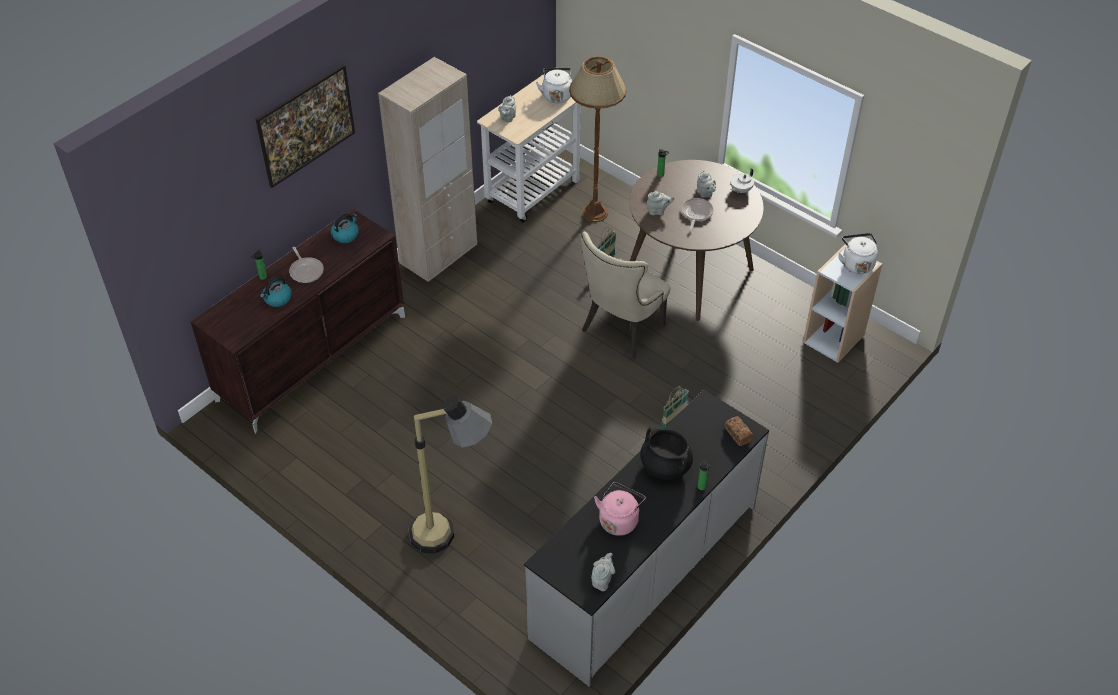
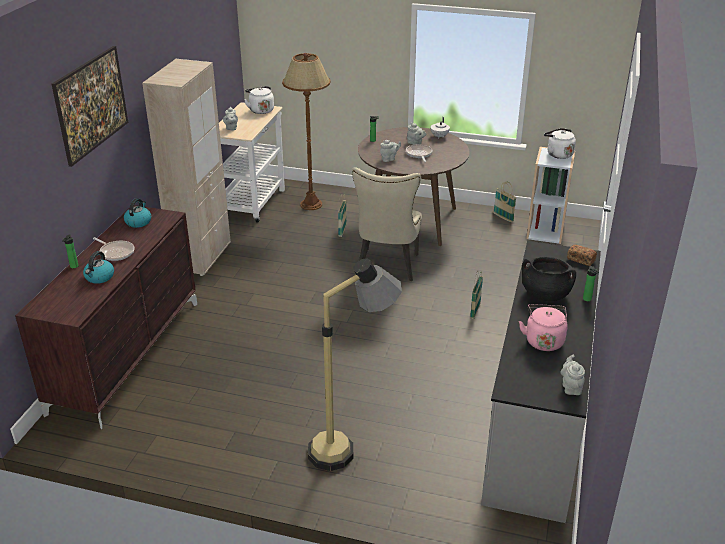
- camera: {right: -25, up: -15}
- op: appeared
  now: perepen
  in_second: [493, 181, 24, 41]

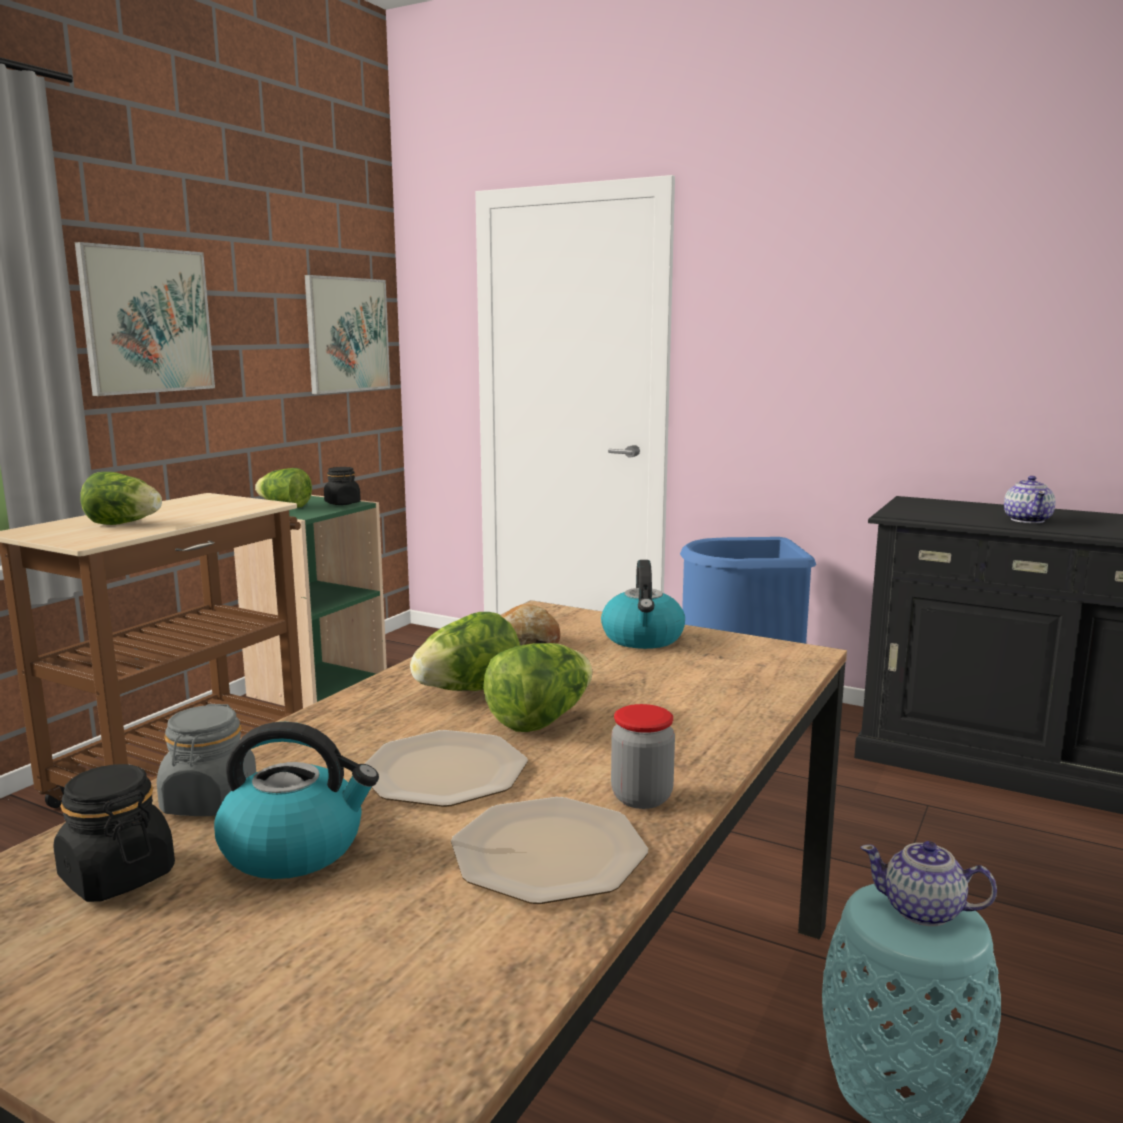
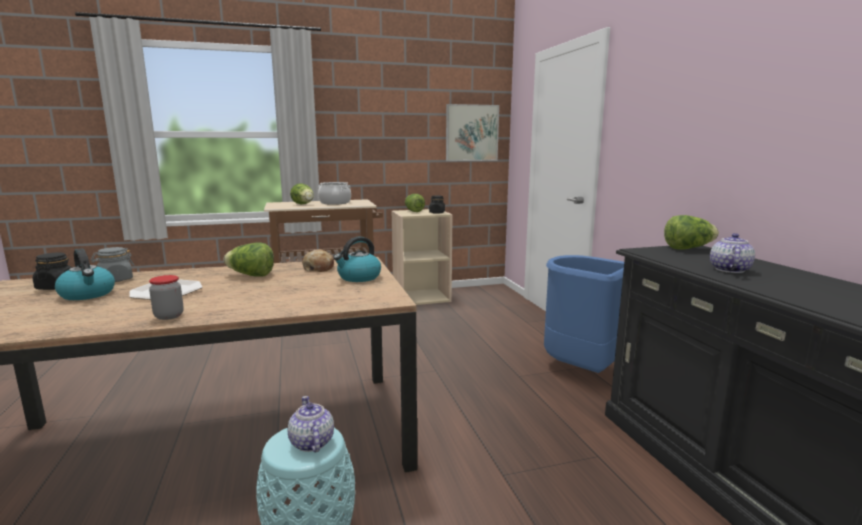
- camera: {right: 45, up: 0}
- op: missing
  was: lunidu
  in_first: [75, 242, 140, 154]
- op: spun
  was: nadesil
  in_first: [1004, 476, 51, 47]
  in_second: [710, 233, 45, 40]
  clockwise: 150
- op: colour
  was: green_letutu
  now: beige_letutu
  in_first: [234, 495, 153, 213]
  in_second: [392, 209, 61, 96]
- op: relocated
  was: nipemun
  in_first: [483, 643, 110, 89]
  in_second: [664, 215, 55, 35]
- op: missing
  was: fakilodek
  in_first: [451, 797, 197, 107]
- op: appeared
  now: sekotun
  in_second: [318, 182, 33, 23]

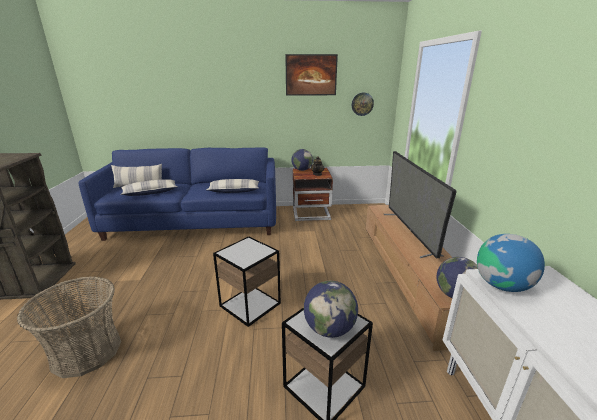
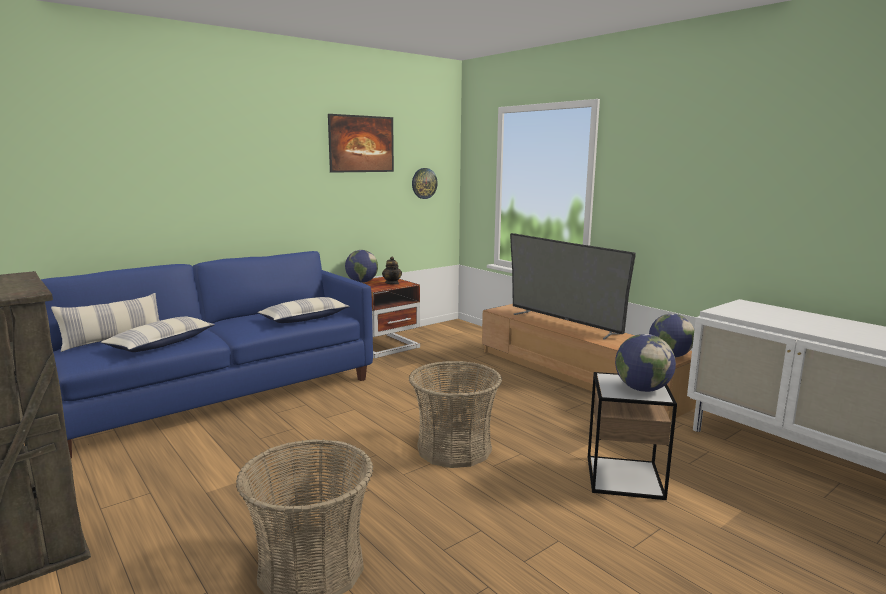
- camera: {right: -35, up: -10}
- op: missing
  was: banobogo
  in_first: [477, 234, 68, 58]
- op: exchanged
  was: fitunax
  now: perepen
  in_first: [213, 236, 68, 91]
  in_second: [409, 361, 93, 107]

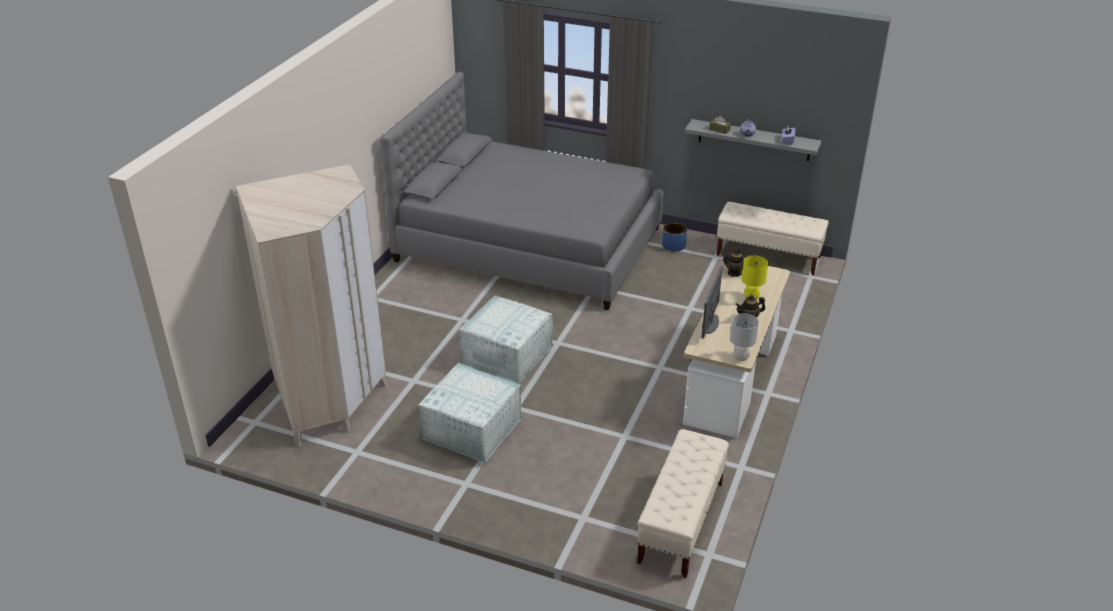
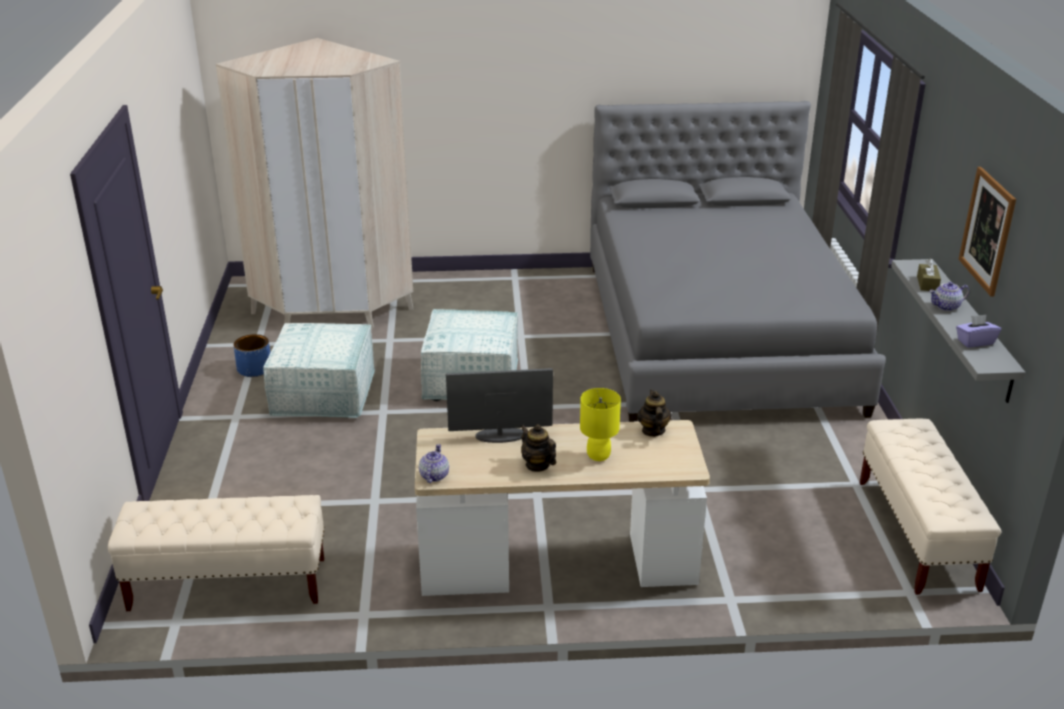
- camera: {right: 65, up: -5}
- op: relocated
  was: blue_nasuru
  in_first: [662, 222, 25, 30]
  in_second: [233, 334, 38, 43]
- op: exchanged
  was: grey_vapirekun
  now: nadesil
  in_first: [730, 313, 29, 48]
  in_second: [419, 444, 30, 39]
- op: appeared
  now: lunidu
  in_second: [959, 167, 57, 130]

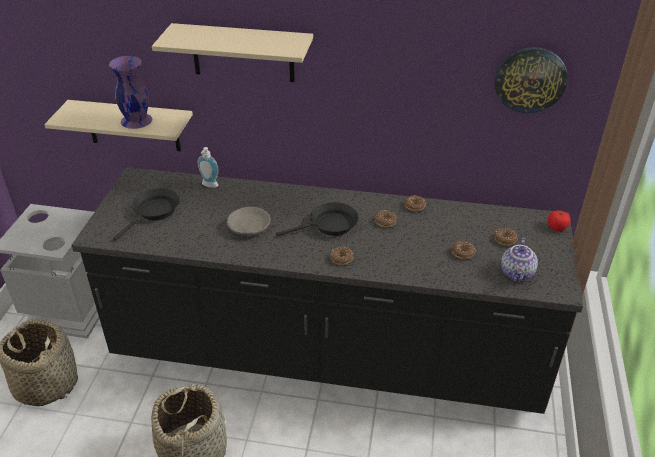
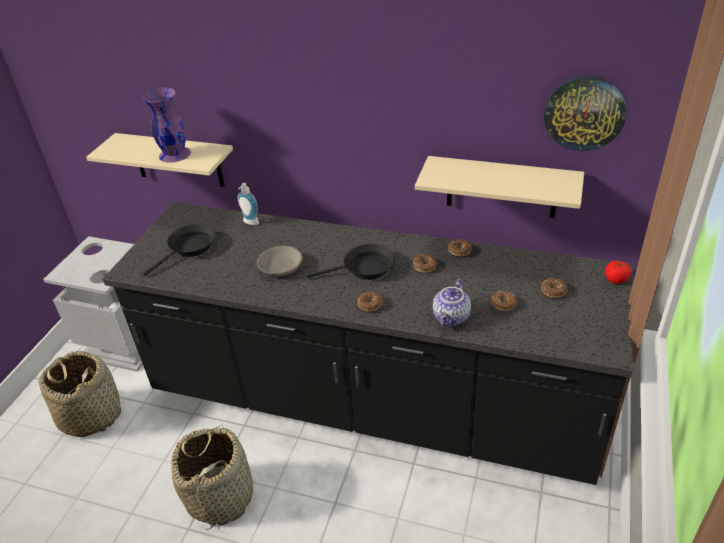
- camera: {right: 10, up: 0}
- op: relocated
  was: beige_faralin
  in_first: [152, 23, 161, 59]
  in_second: [415, 156, 169, 62]
- op: relocated
  was: nadesil
  in_first: [501, 237, 37, 45]
  in_second: [433, 279, 38, 48]

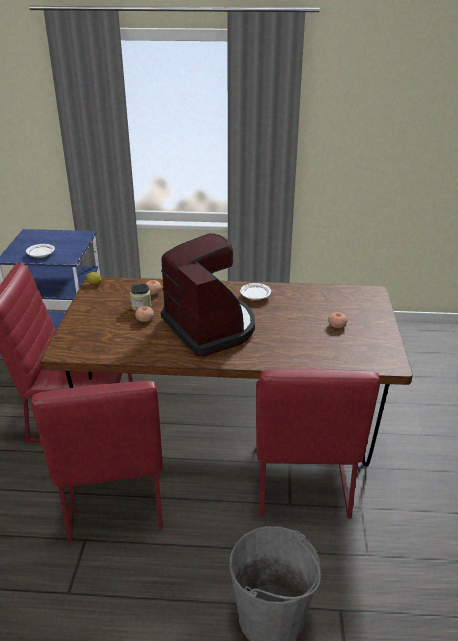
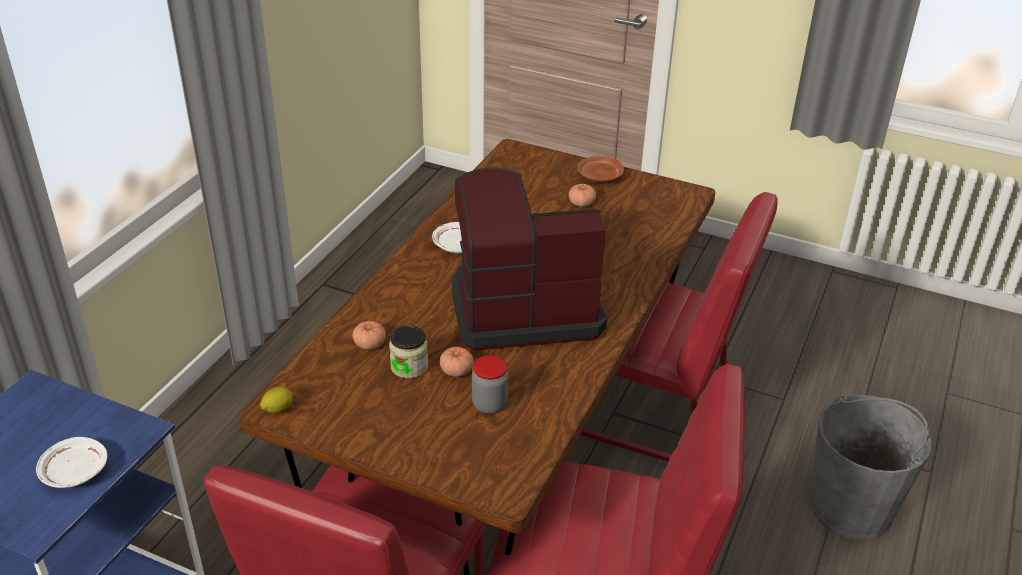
- camera: {right: -70, up: 5}
- op: appeared
  now: brown_fakilodek
  in_second: [577, 156, 47, 26]
- op: appeared
  now: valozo
  in_second: [472, 355, 36, 59]

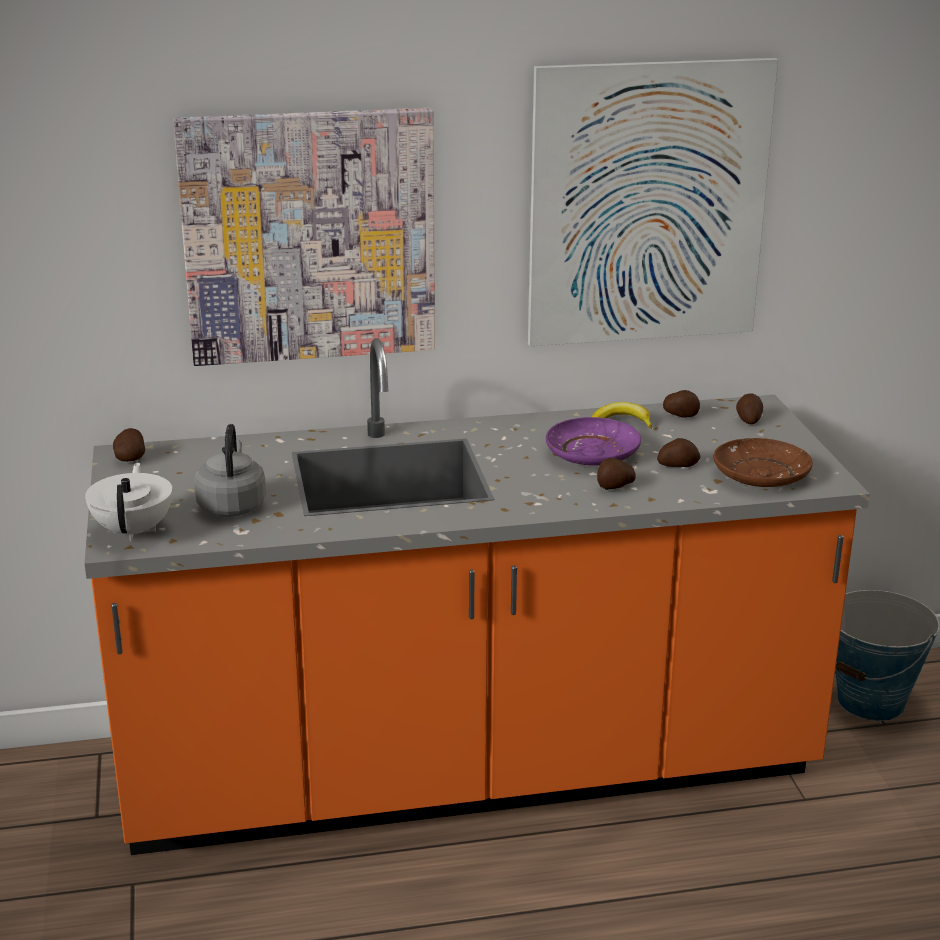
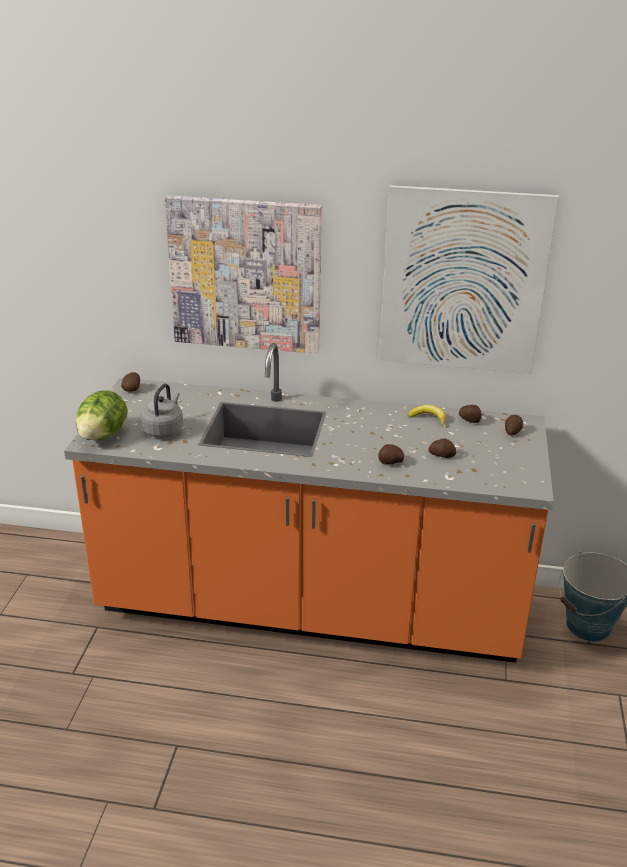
- camera: {right: 20, up: 5}
- op: missing
  was: purple_fakilodek
  in_first: [546, 417, 95, 49]
- op: missing
  was: brown_fakilodek
  in_first: [714, 438, 99, 49]
- op: exchanged
  was: white_nadesil
  now: nipemun
  in_first: [85, 463, 88, 78]
  in_second: [76, 390, 52, 50]

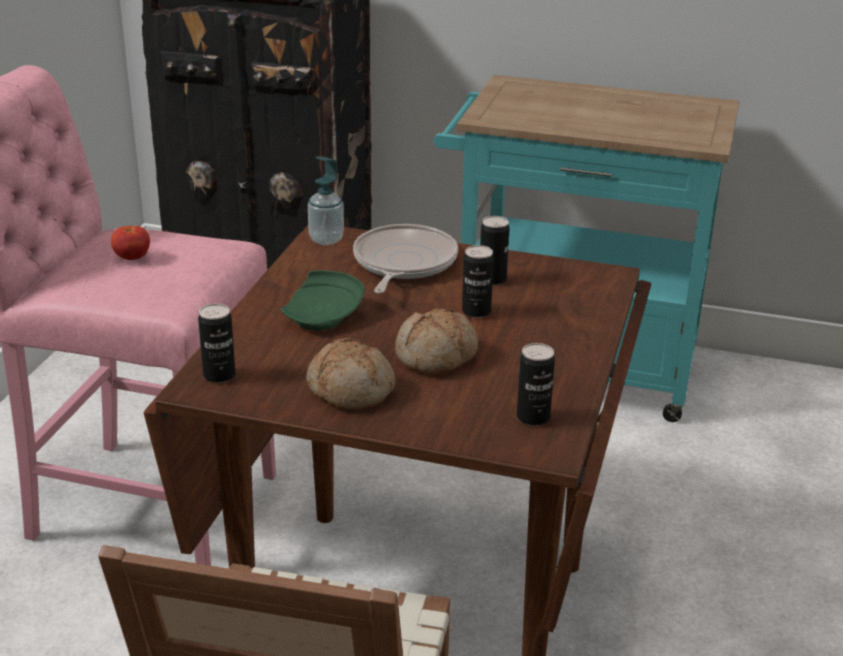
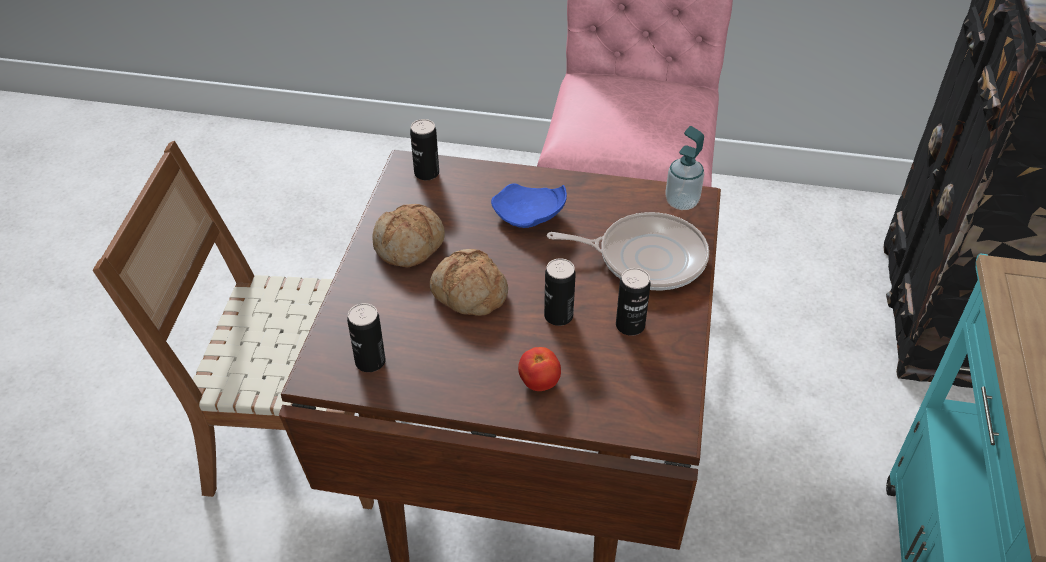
- camera: {right: 85, up: 15}
- op: relocated
  was: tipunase
  in_first: [111, 226, 39, 34]
  in_second: [518, 347, 43, 44]
- op: colour
  was: green_fakilodek
  now: blue_fakilodek
  in_first: [281, 270, 84, 61]
  in_second: [491, 183, 76, 45]

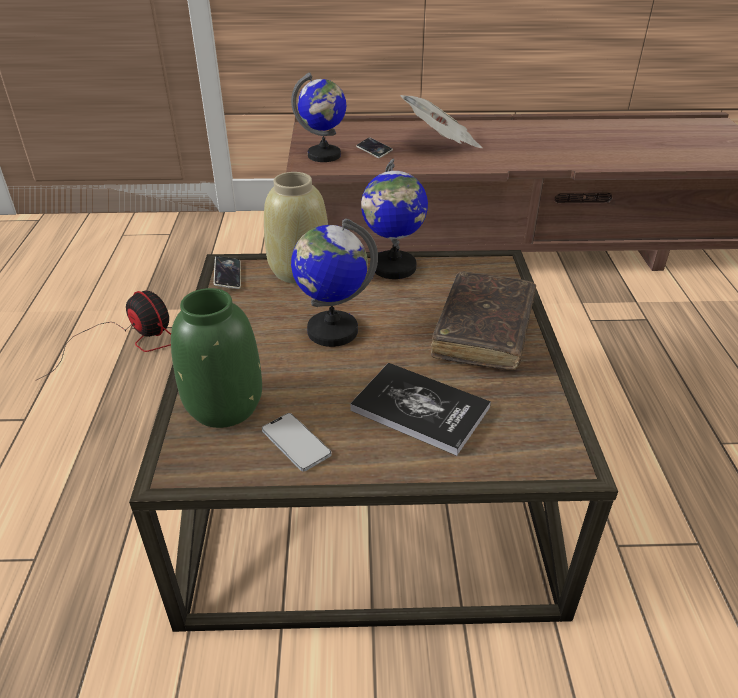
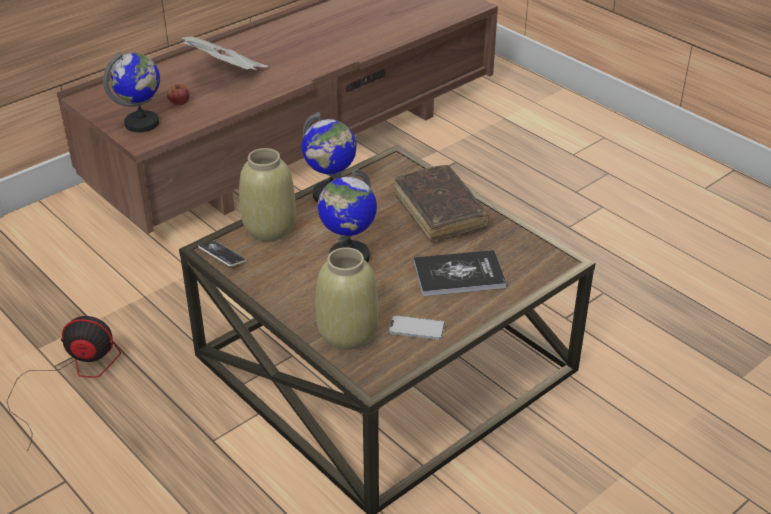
- camera: {right: -40, up: 0}
- op: exchanged
  was: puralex
  now: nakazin
  in_first: [356, 137, 37, 21]
  in_second: [167, 84, 23, 21]
- op: colour
  was: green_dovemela
  now: beige_dovemela
  in_first: [171, 288, 91, 140]
  in_second: [316, 247, 62, 103]

